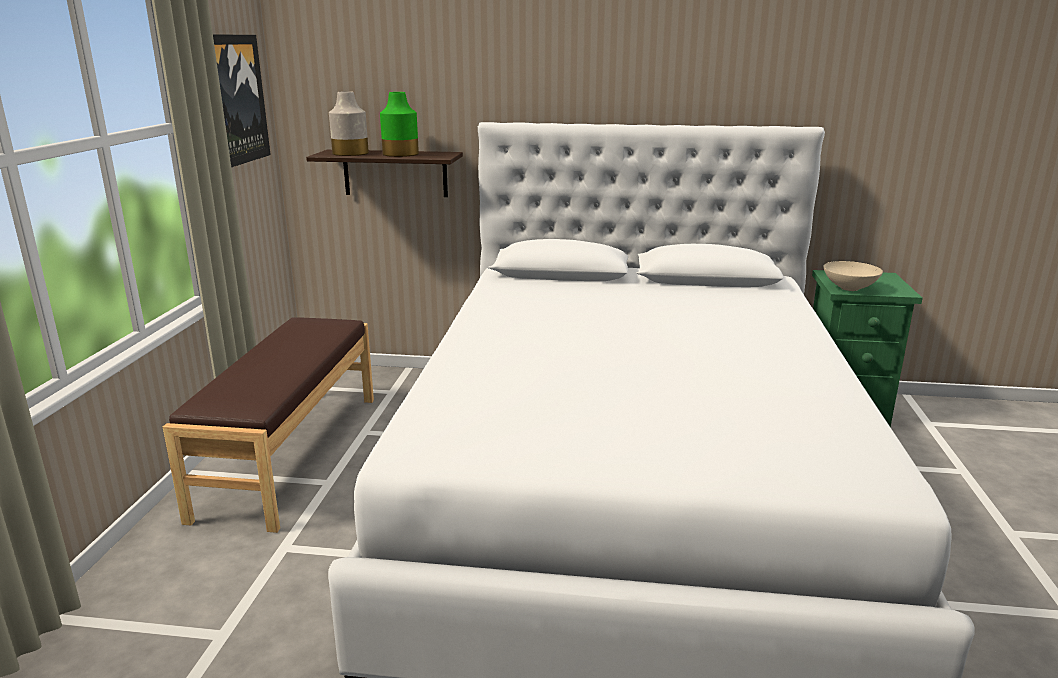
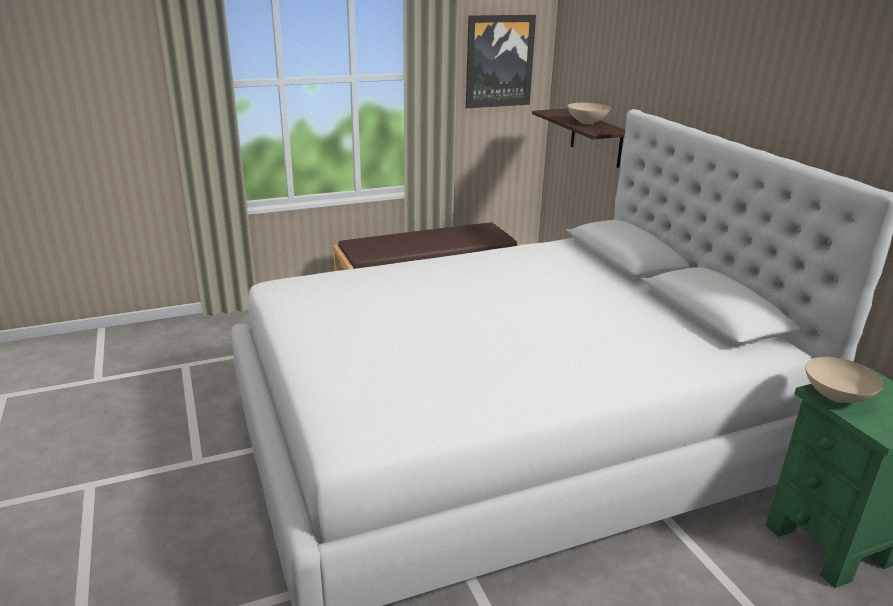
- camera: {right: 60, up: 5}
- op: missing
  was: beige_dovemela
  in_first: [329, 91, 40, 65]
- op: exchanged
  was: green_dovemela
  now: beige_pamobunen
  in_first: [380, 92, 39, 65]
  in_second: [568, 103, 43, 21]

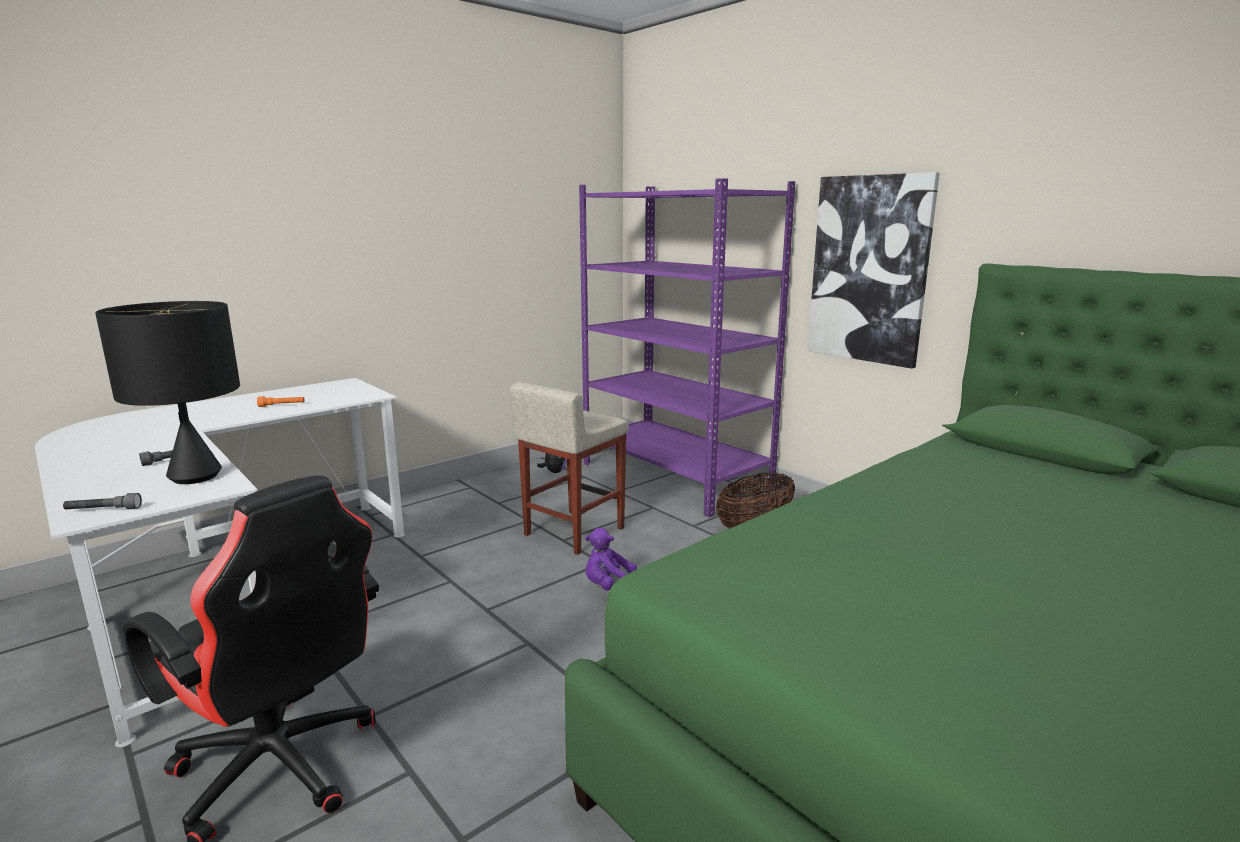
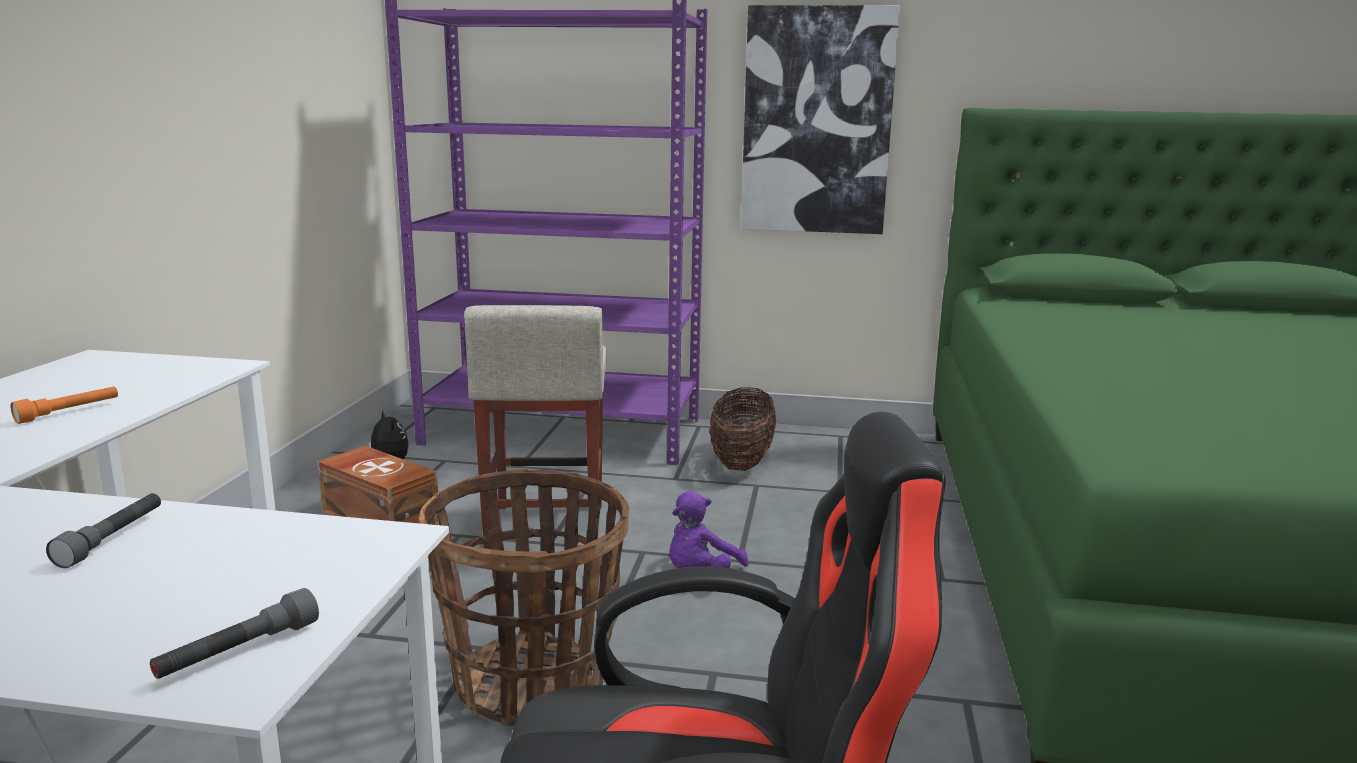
- camera: {right: -40, up: 0}
- op: missing
  was: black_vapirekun
  in_first: [95, 301, 145, 183]
- op: appeared
  now: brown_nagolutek
  in_second: [317, 446, 122, 79]
- op: appeared
  now: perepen
  in_second: [419, 468, 210, 259]

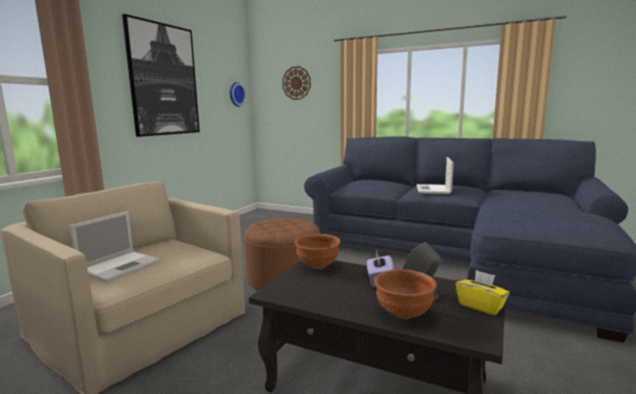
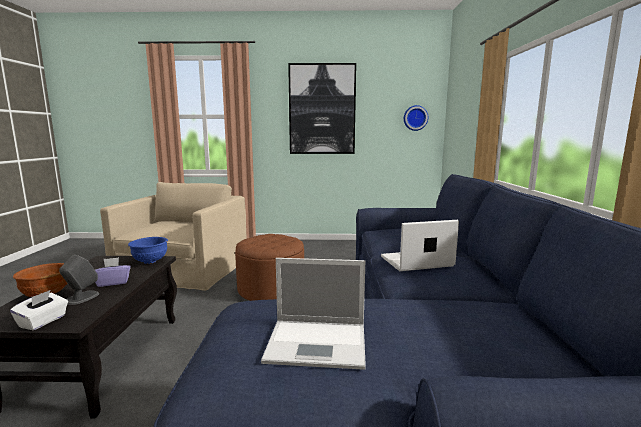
- camera: {right: 65, up: 0}
- op: missing
  was: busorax
  in_first: [282, 66, 29, 34]
- op: relocated
  was: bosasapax
  in_first: [70, 211, 91, 71]
  in_second: [261, 258, 105, 112]
- op: colour
  was: brown_pamobunen
  now: blue_pamobunen
  in_first: [295, 234, 46, 35]
  in_second: [128, 237, 40, 27]
- op: colour
  was: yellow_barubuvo
  now: white_barubuvo
  in_first: [455, 270, 54, 45]
  in_second: [10, 290, 58, 40]

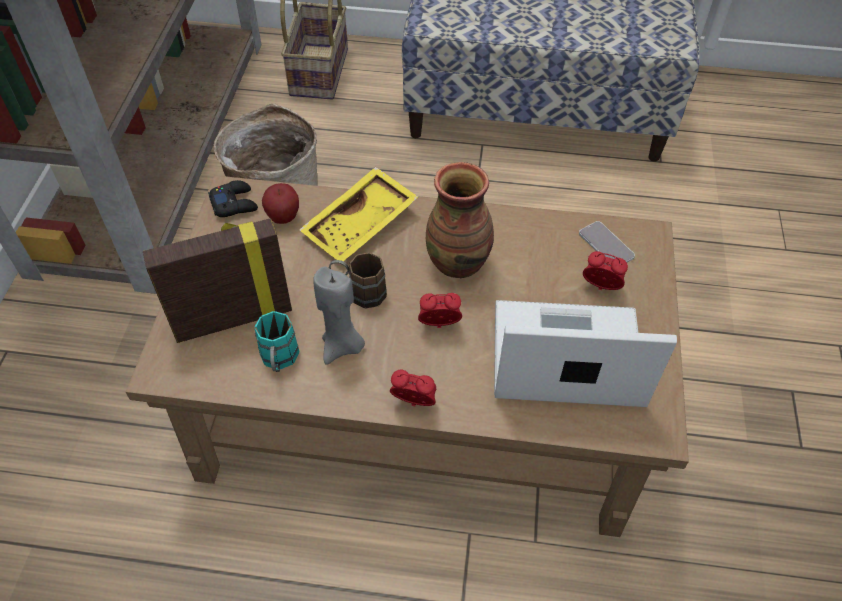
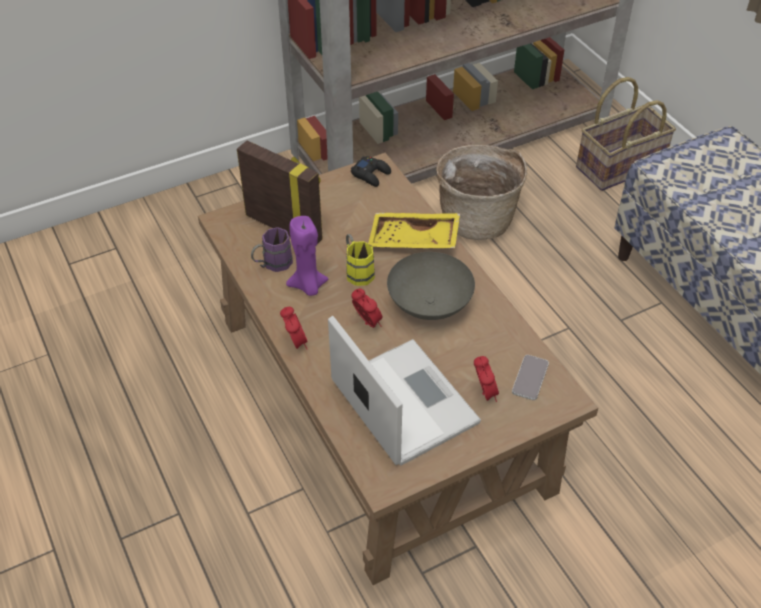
- camera: {right: 55, up: -5}
- op: exchanged
  was: dovemela
  now: grey_pamobunen
  in_first: [426, 162, 68, 116]
  in_second: [387, 252, 88, 68]
- op: missing
  was: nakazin
  in_first: [262, 183, 37, 41]
- op: colour
  was: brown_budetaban
  now: yellow_budetaban
  in_first: [329, 252, 58, 57]
  in_second: [346, 234, 29, 52]
- op: colour
  was: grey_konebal
  now: purple_konebal
  in_first: [313, 267, 52, 98]
  in_second: [286, 216, 43, 80]
- op: colour
  was: turquoise_budetaban
  now: purple_budetaban
  in_first: [255, 311, 44, 61]
  in_second: [251, 227, 42, 45]

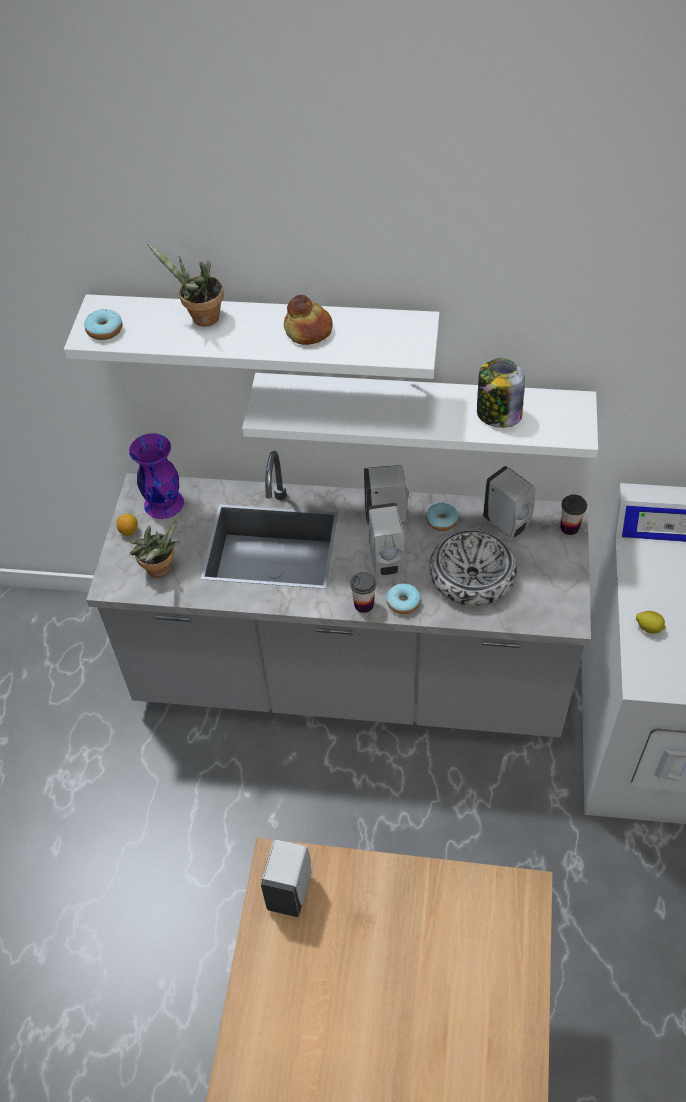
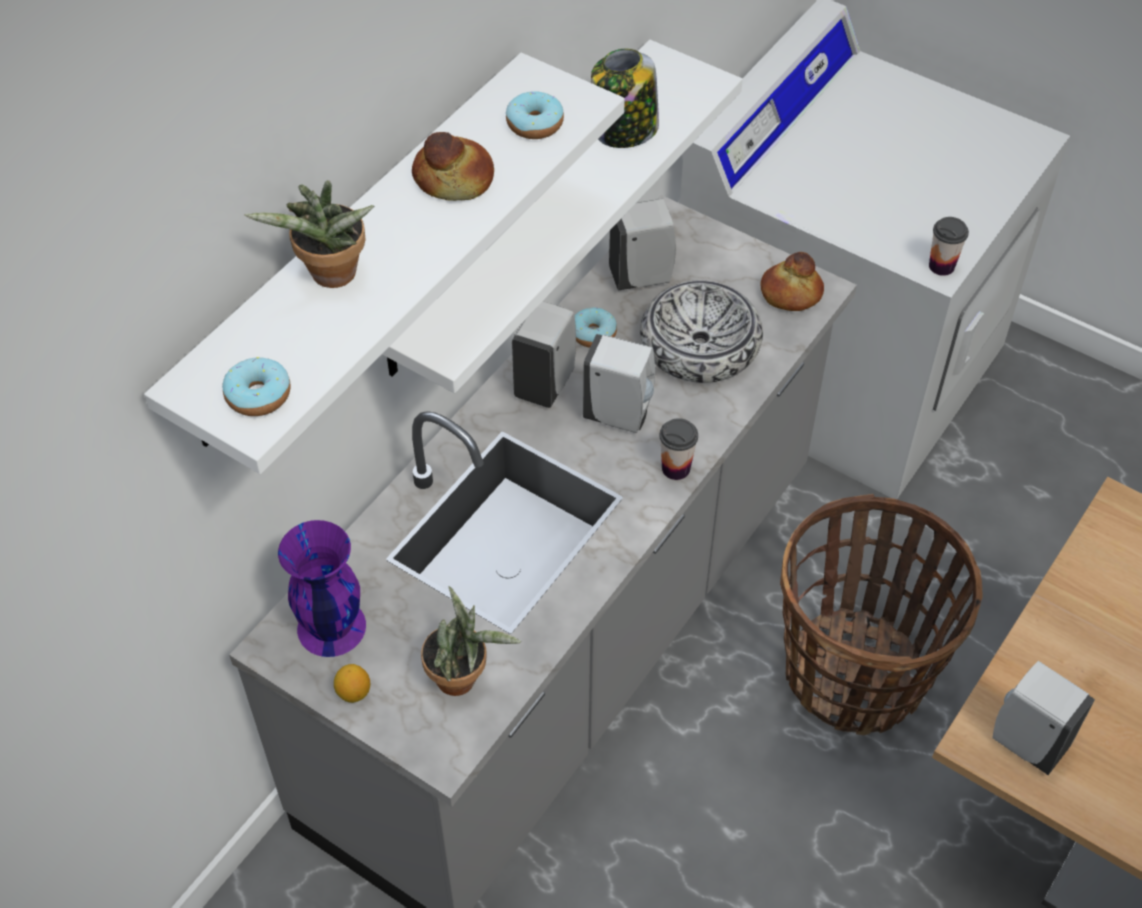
- camera: {right: -65, up: 0}
- op: relocated
  was: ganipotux
  in_first: [560, 494, 27, 41]
  in_second: [929, 217, 40, 59]
- op: relocated
  was: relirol
  in_first: [386, 583, 35, 31]
  in_second: [506, 91, 58, 48]
- op: missing
  was: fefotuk
  in_first: [636, 611, 30, 23]
- op: appeared
  now: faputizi
  in_second: [761, 252, 63, 59]
- op: appeared
  now: perepen
  in_second: [780, 494, 202, 241]

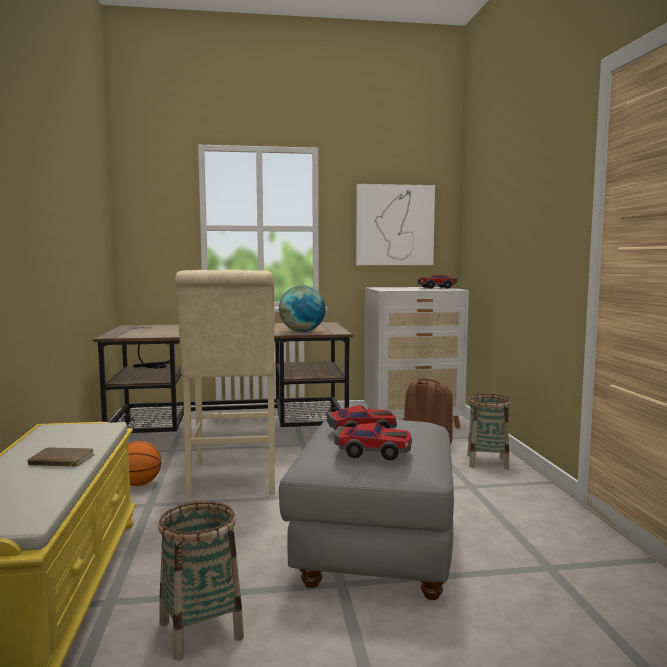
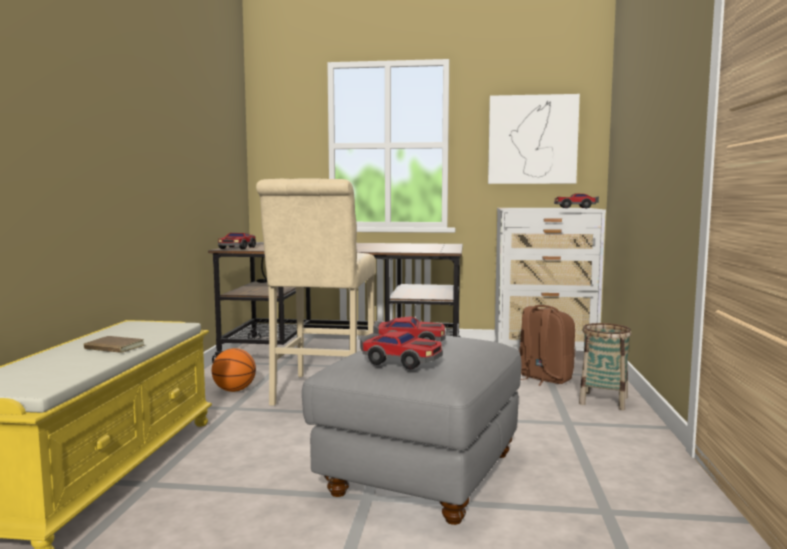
- camera: {right: 15, up: 0}
- op: missing
  was: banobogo
  in_first: [279, 285, 47, 47]
- op: missing
  was: perepen
  in_first: [158, 501, 86, 160]
- op: appeared
  now: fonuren
  in_second: [218, 233, 38, 16]

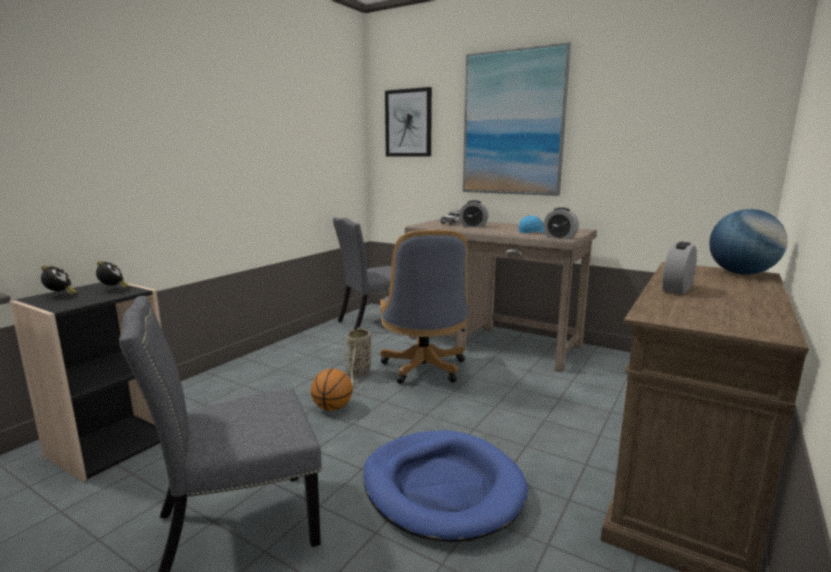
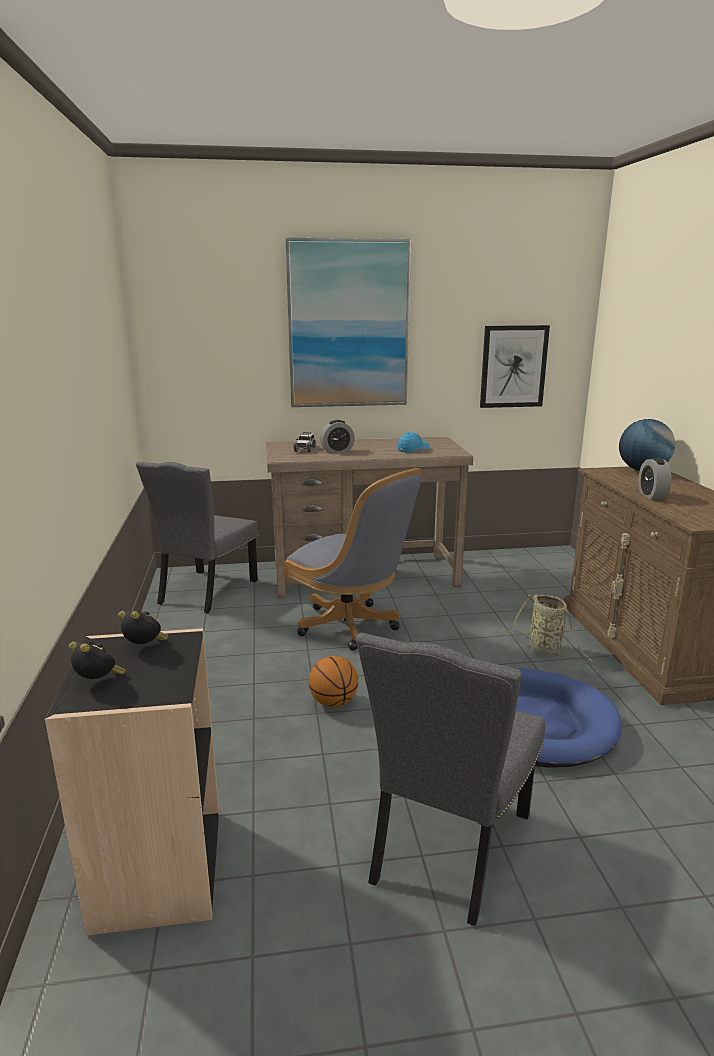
- camera: {right: -40, up: 5}
- op: relocated
  was: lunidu
  in_first: [385, 87, 47, 70]
  in_second: [480, 325, 70, 83]
- op: missing
  was: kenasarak
  in_first: [543, 207, 36, 33]
- op: relocated
  was: perepen
  in_first: [344, 327, 27, 61]
  in_second: [507, 594, 87, 69]

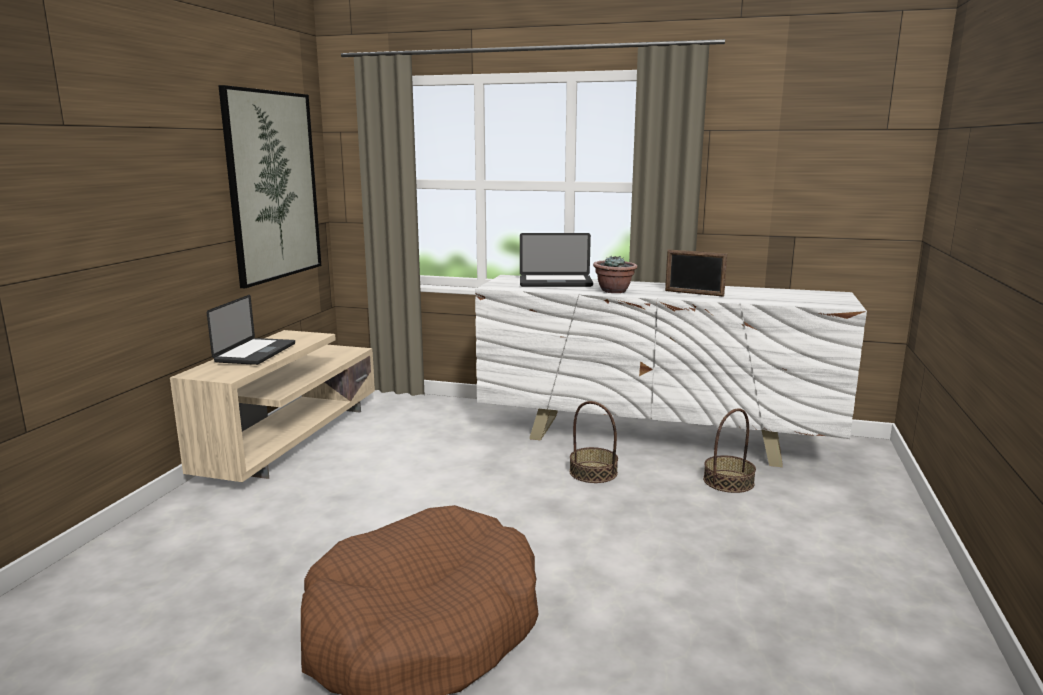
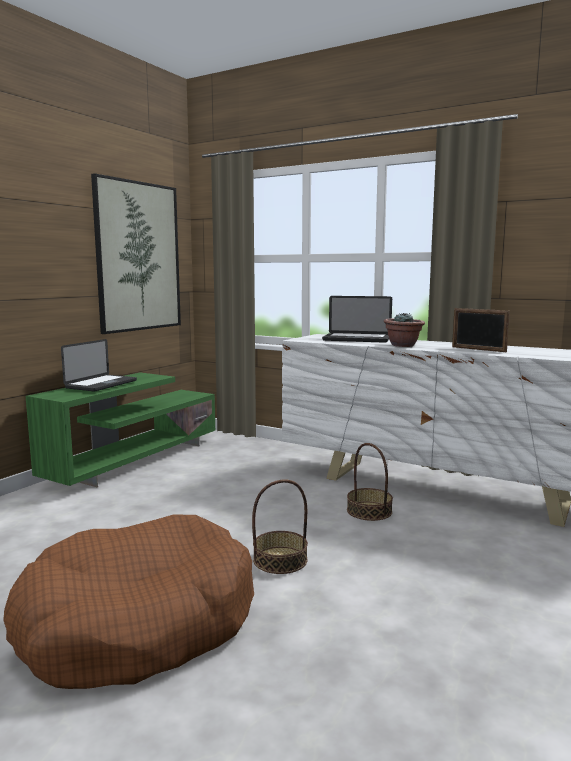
- camera: {right: 15, up: -5}
- op: colour
  was: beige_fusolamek
  now: green_fusolamek
  in_first: [170, 330, 205, 152]
  in_second: [26, 372, 189, 115]
- op: relocated
  was: perepen
  in_first: [703, 408, 53, 85]
  in_second: [252, 479, 56, 95]

